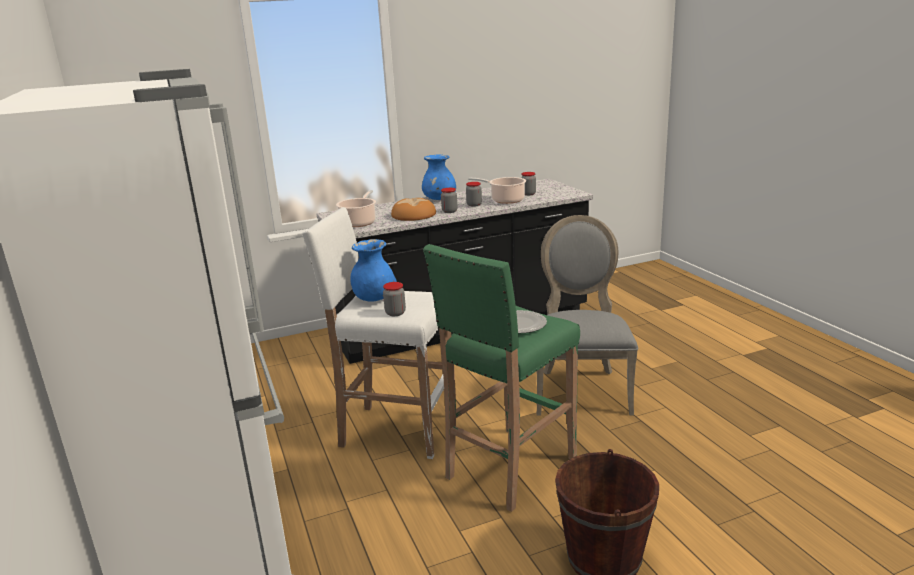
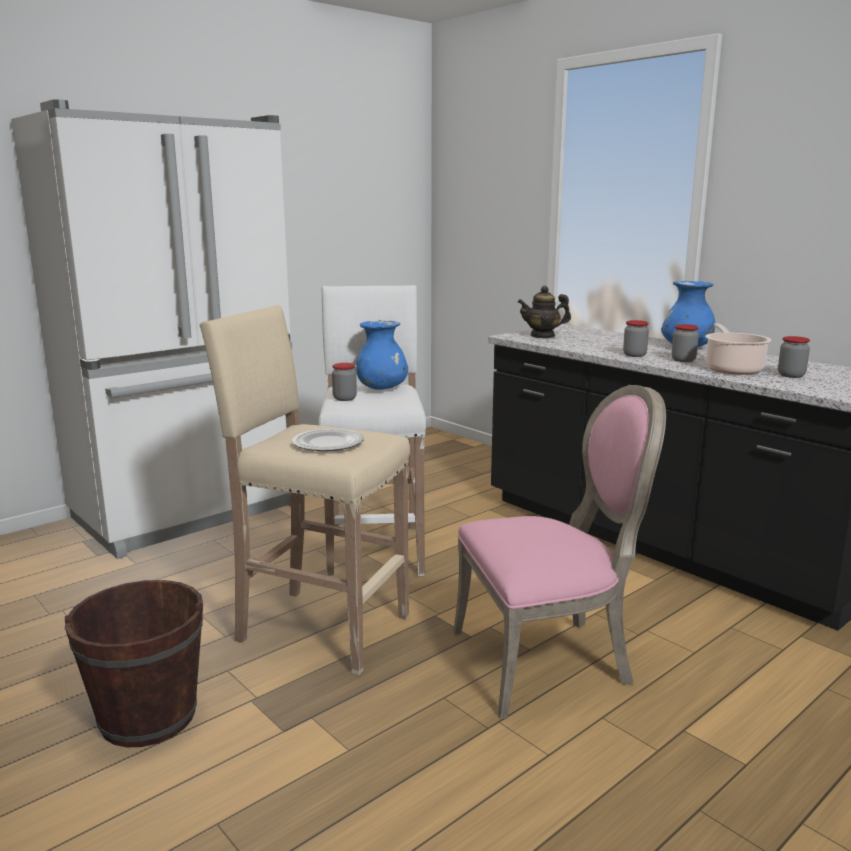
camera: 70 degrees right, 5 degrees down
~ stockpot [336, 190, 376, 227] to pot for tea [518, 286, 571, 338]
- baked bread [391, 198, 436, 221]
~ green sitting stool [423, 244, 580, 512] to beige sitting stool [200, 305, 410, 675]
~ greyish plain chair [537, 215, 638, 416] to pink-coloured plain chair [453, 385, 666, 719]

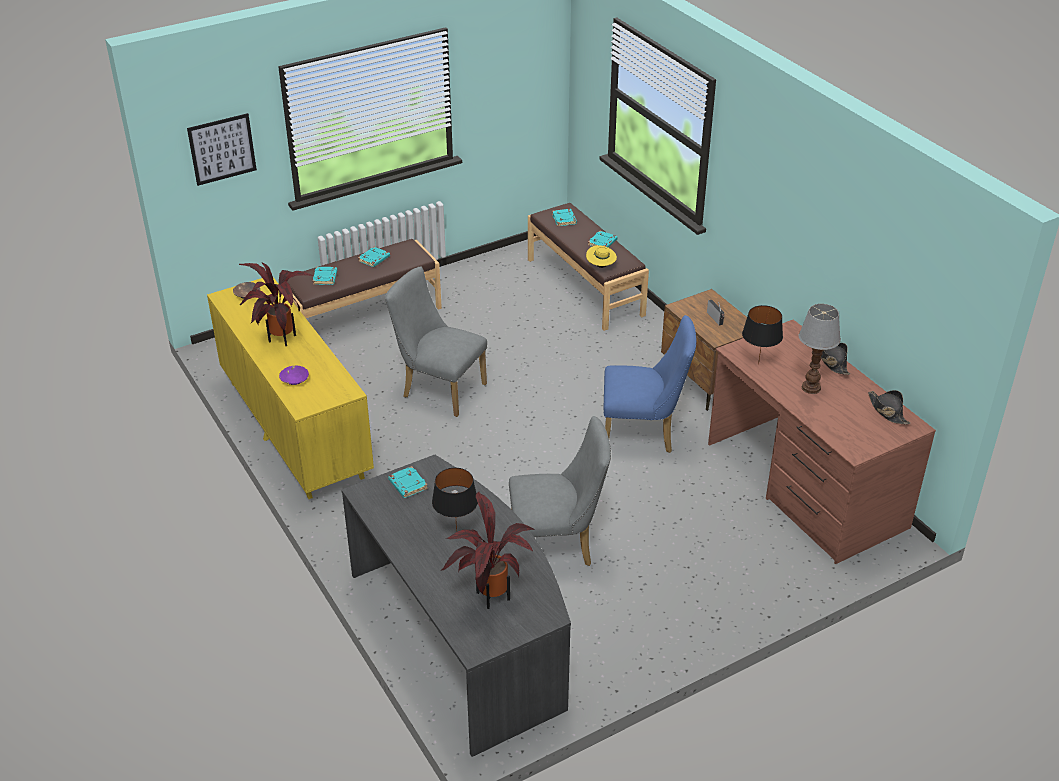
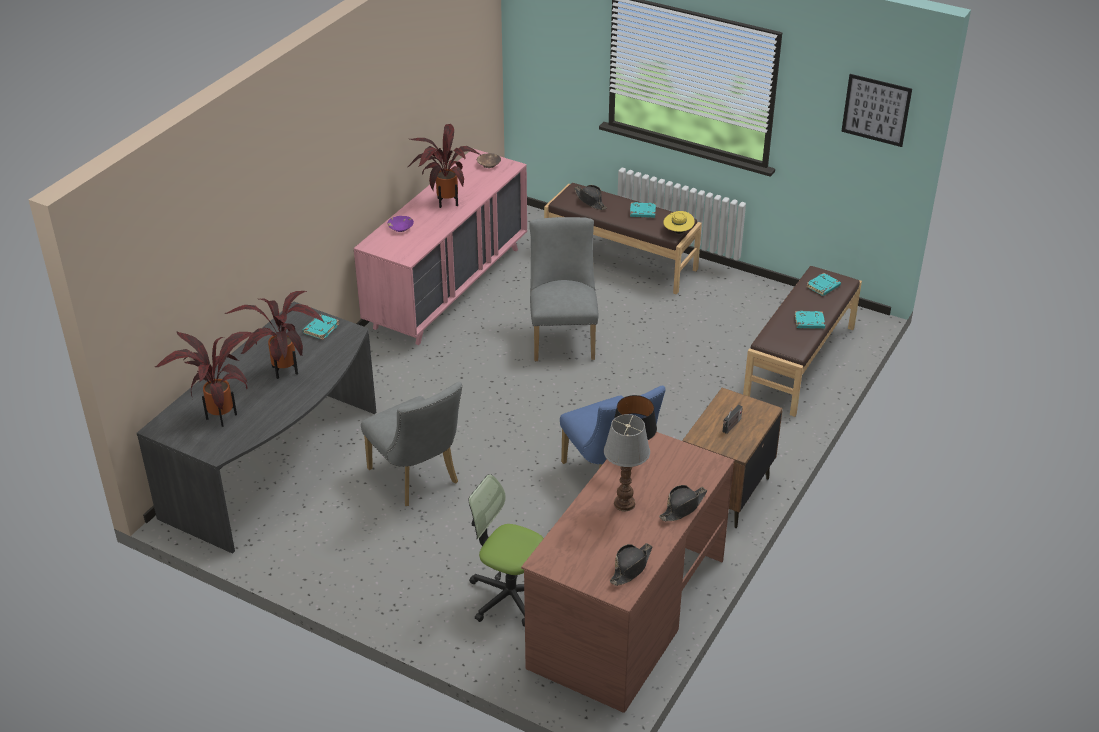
camera: 60 degrees right, 0 degrees up
~ wall picture [187, 113, 257, 186] to [841, 74, 912, 147]
~ yellow drawer chest [207, 277, 374, 499] to pink-coloured drawer chest [354, 149, 527, 345]
~ turquoise volume [313, 267, 337, 285] to black wearable hat [574, 185, 607, 210]
~ black tabletop lamp [432, 468, 478, 532] to potted plant [224, 291, 324, 379]
~ yellow wearable hat [586, 245, 617, 268] to [663, 211, 695, 234]
+ computer chair [468, 474, 544, 627]

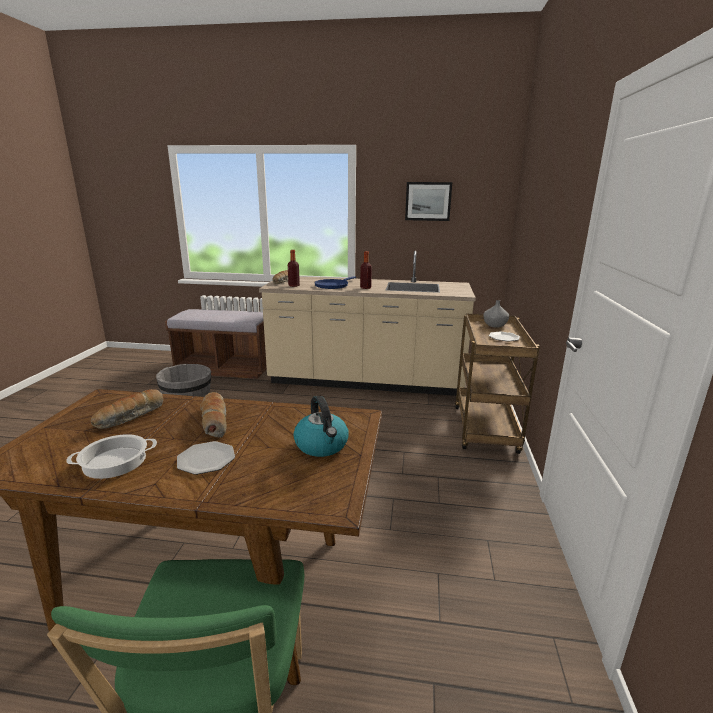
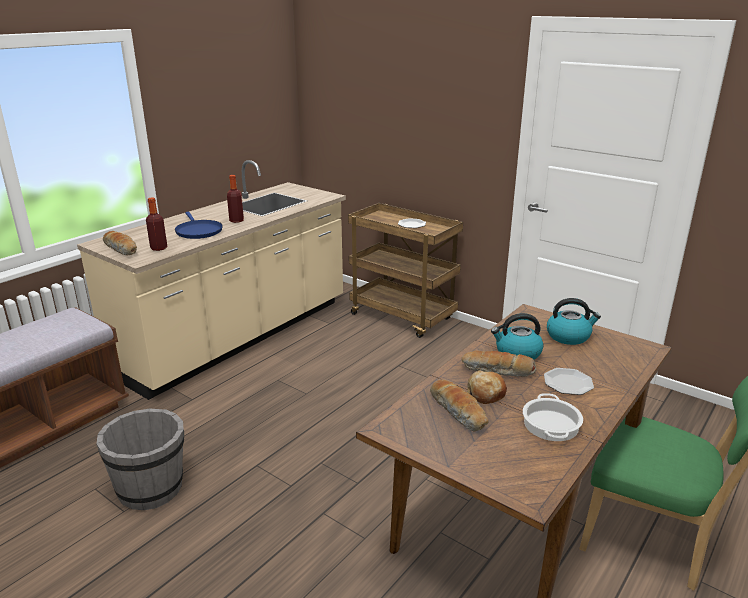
camera: 60 degrees left, 5 degrees up
- wall picture [405, 182, 452, 221]
- greyish flower vase [483, 300, 509, 328]
+ baked bread [467, 370, 507, 404]
+ tea kettle [491, 313, 544, 360]

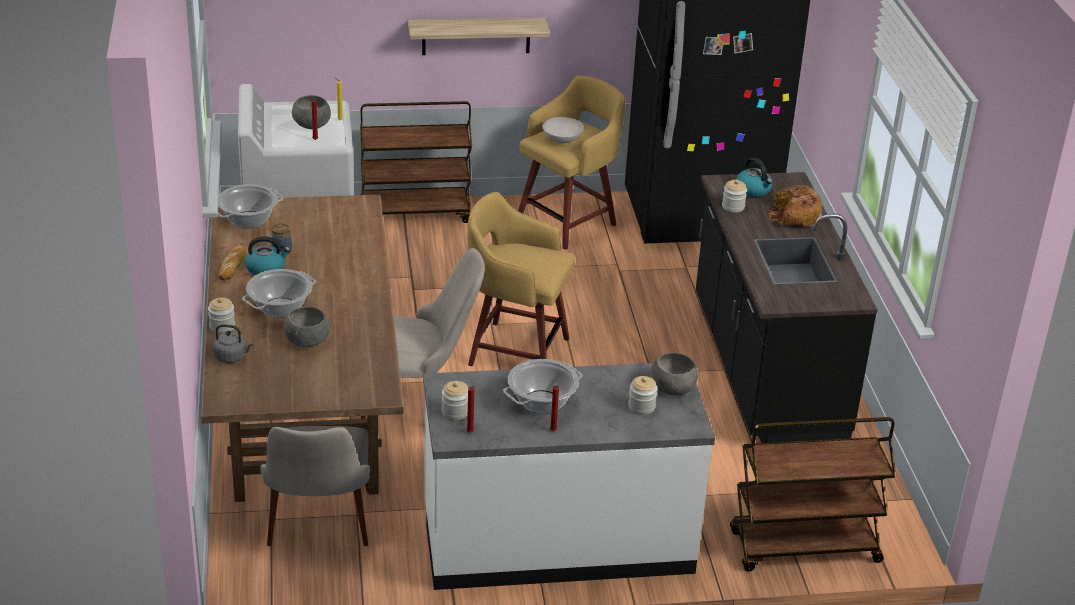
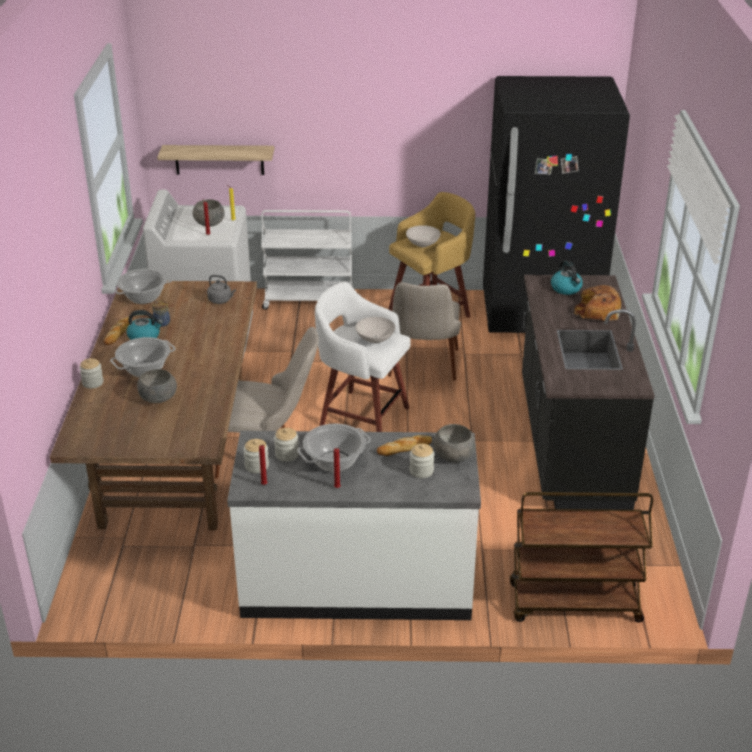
camera: 10 degrees right, 0 degrees up
~ greyish tea kettle [213, 324, 254, 363] to [207, 275, 236, 304]
~ beige plain chair [260, 426, 370, 546] to [388, 282, 461, 381]
~ brown-coloured trolley [360, 101, 472, 223] to white-coloured trolley [261, 210, 353, 310]
~ bracket shelf [408, 18, 550, 55] to [157, 145, 274, 175]
~ yellow sitting stool [467, 192, 575, 366] to white-coloured sitting stool [315, 282, 411, 432]
~ jar [722, 179, 747, 213] to [274, 428, 299, 462]
+ white-coloured deep dish [355, 317, 395, 343]
+ baked bread [377, 435, 432, 456]

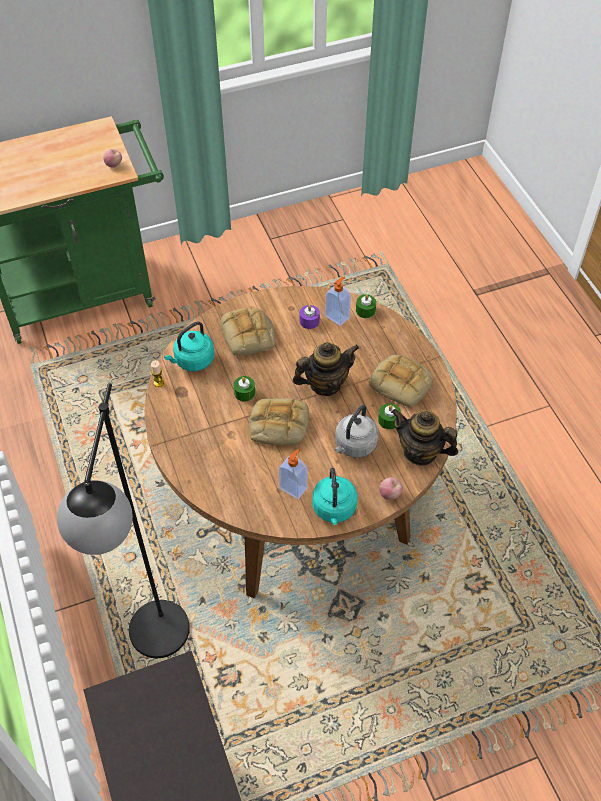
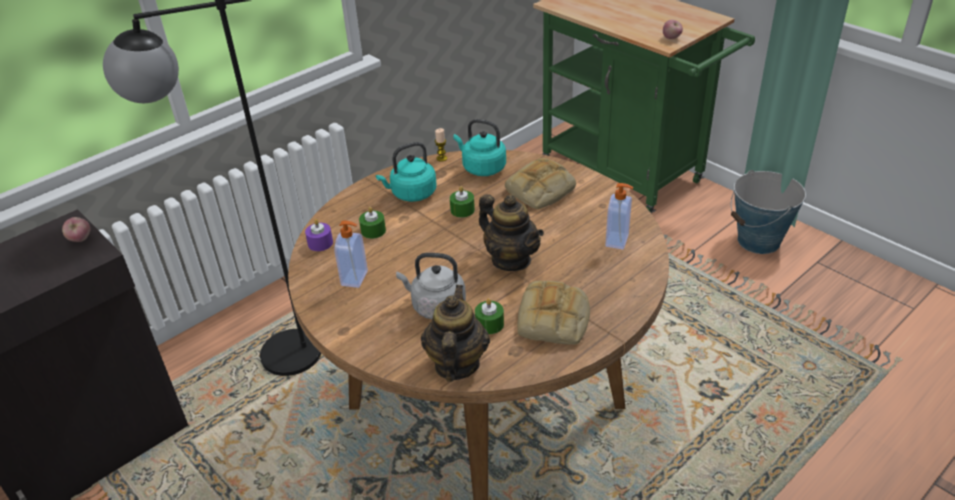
camera: 70 degrees right, 15 degrees down
- baked bread [249, 398, 309, 445]
~ purplish candle [300, 305, 320, 329] to [305, 219, 333, 251]
~ turquoise tea kettle [312, 468, 358, 525] to [376, 142, 436, 202]
~ green candle [356, 294, 376, 318] to [359, 207, 386, 239]
~ whole apple [379, 477, 403, 500] to [62, 217, 91, 242]
+ water bucket [731, 170, 806, 254]

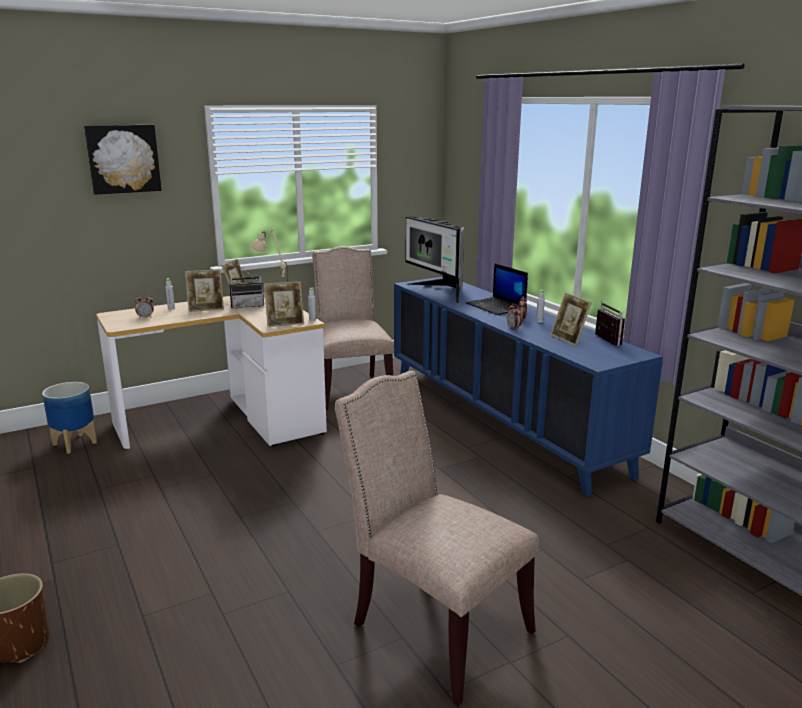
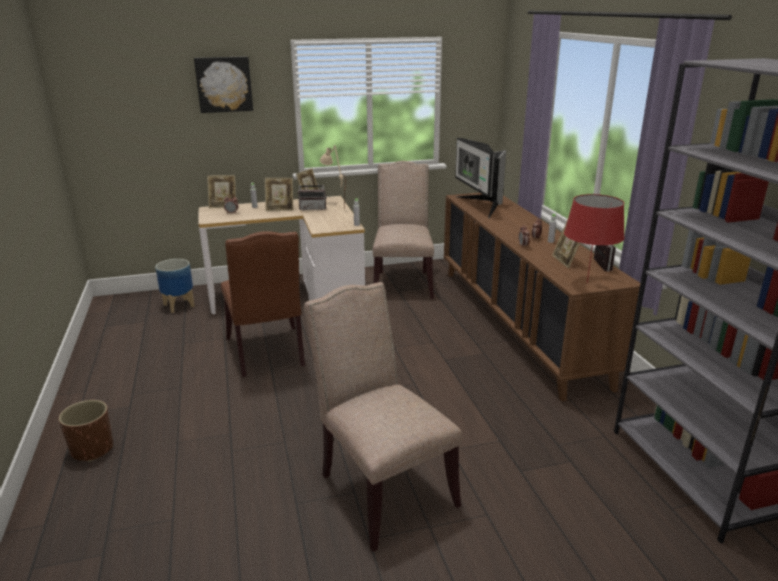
camera: 15 degrees right, 5 degrees up
~ picture frame [264, 281, 304, 327] to [207, 175, 236, 208]
~ blue storage cabinet [394, 277, 663, 497] to brown-coloured storage cabinet [444, 192, 640, 401]
- laptop [466, 263, 528, 315]
+ brown-coloured plain chair [221, 231, 305, 377]
+ reddish tabletop lamp [564, 194, 625, 283]

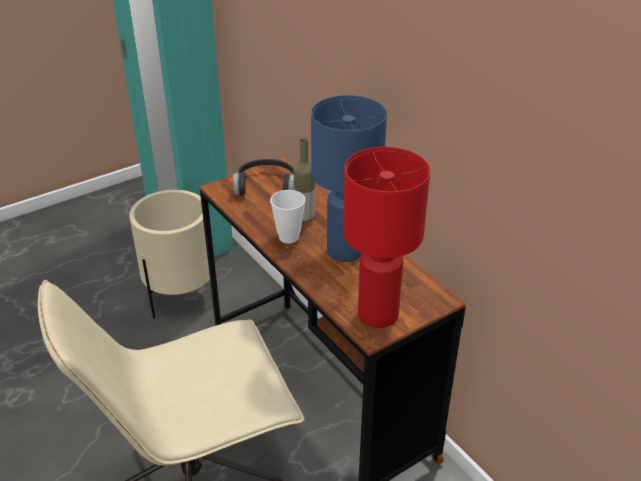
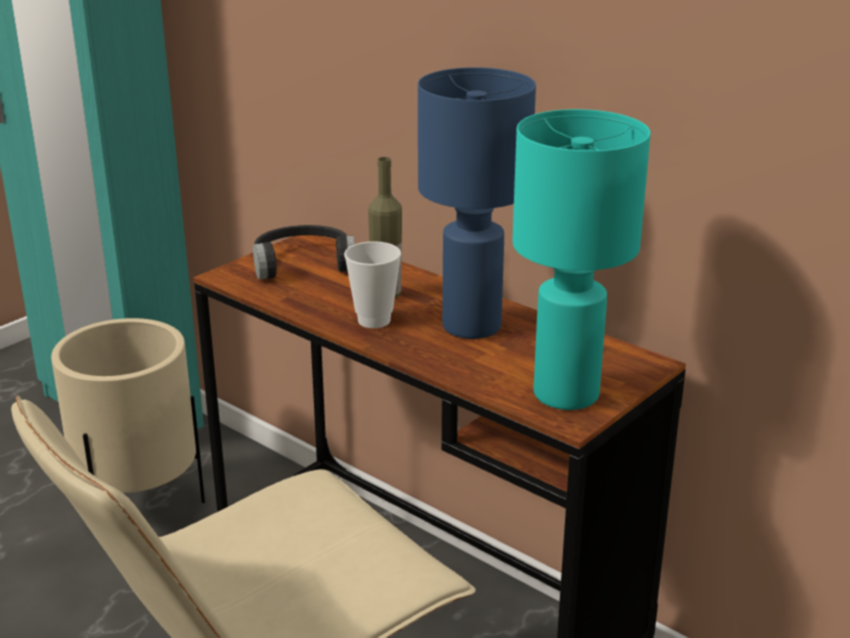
camera: 15 degrees left, 10 degrees down
~ reddish tabletop lamp [343, 147, 430, 328] to turquoise tabletop lamp [512, 109, 651, 410]

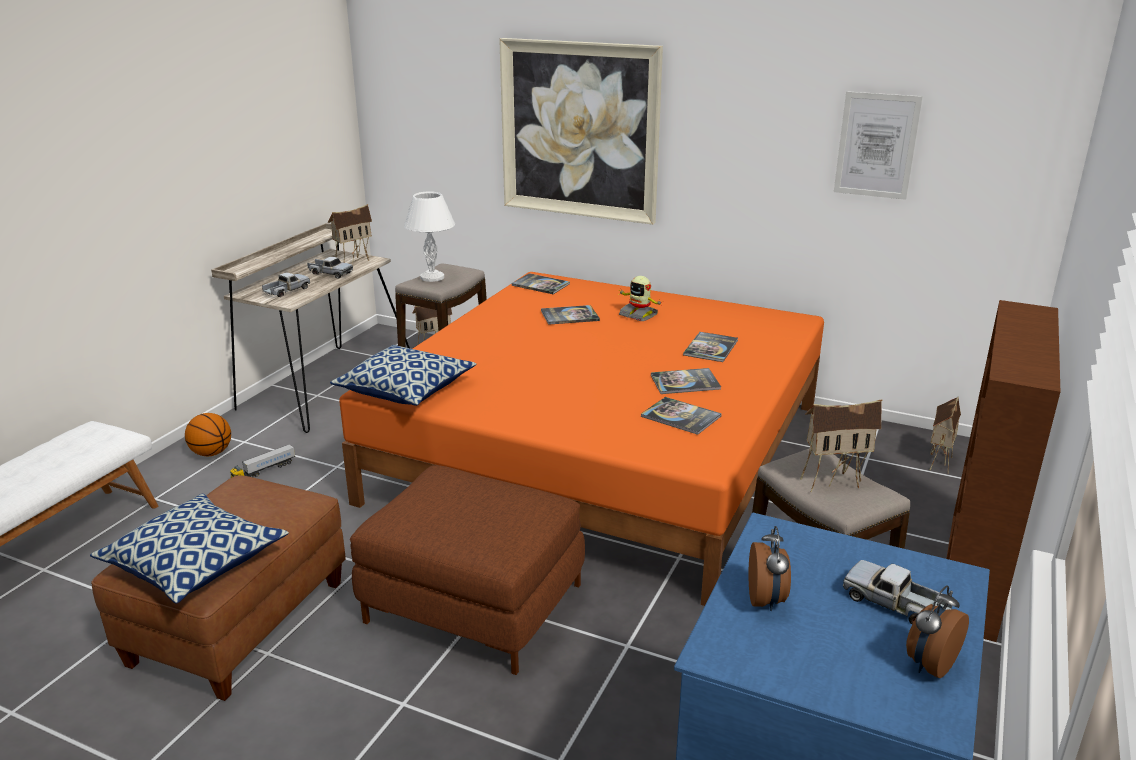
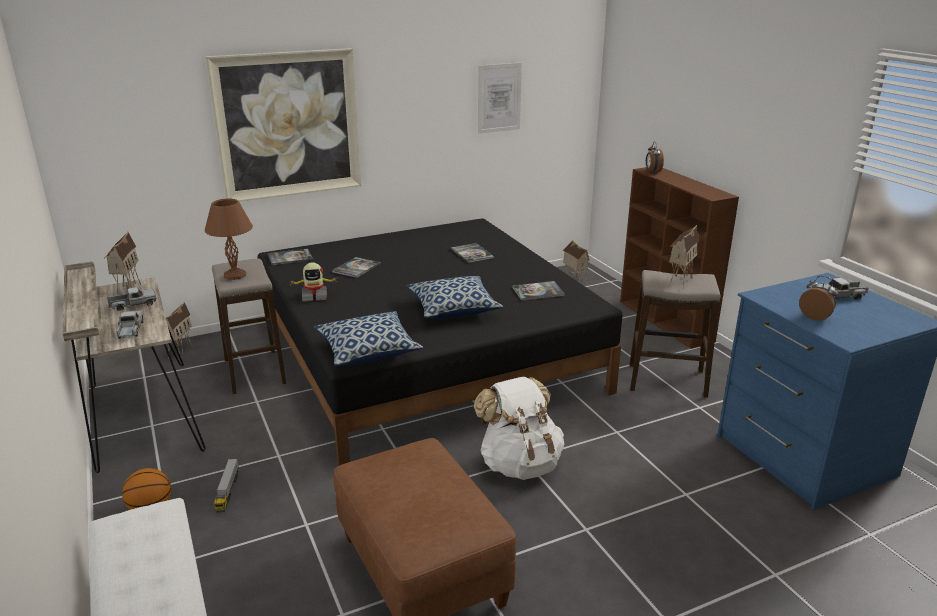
camera: 50 degrees left, 0 degrees up
~ cushion [90, 494, 289, 604] to [407, 276, 503, 319]
~ orangey bed [339, 272, 824, 606] to black bed [257, 218, 623, 466]
~ brown-coloured footrest [350, 465, 585, 675] to white-coloured backpack [474, 377, 564, 480]
~ white-coloured tabletop lamp [404, 191, 455, 282] to brown-coloured tabletop lamp [205, 199, 253, 280]
~ toy robot [618, 276, 662, 321] to [289, 262, 336, 302]
- volume [651, 368, 721, 394]
~ table clock [906, 586, 969, 678] to [646, 142, 664, 172]

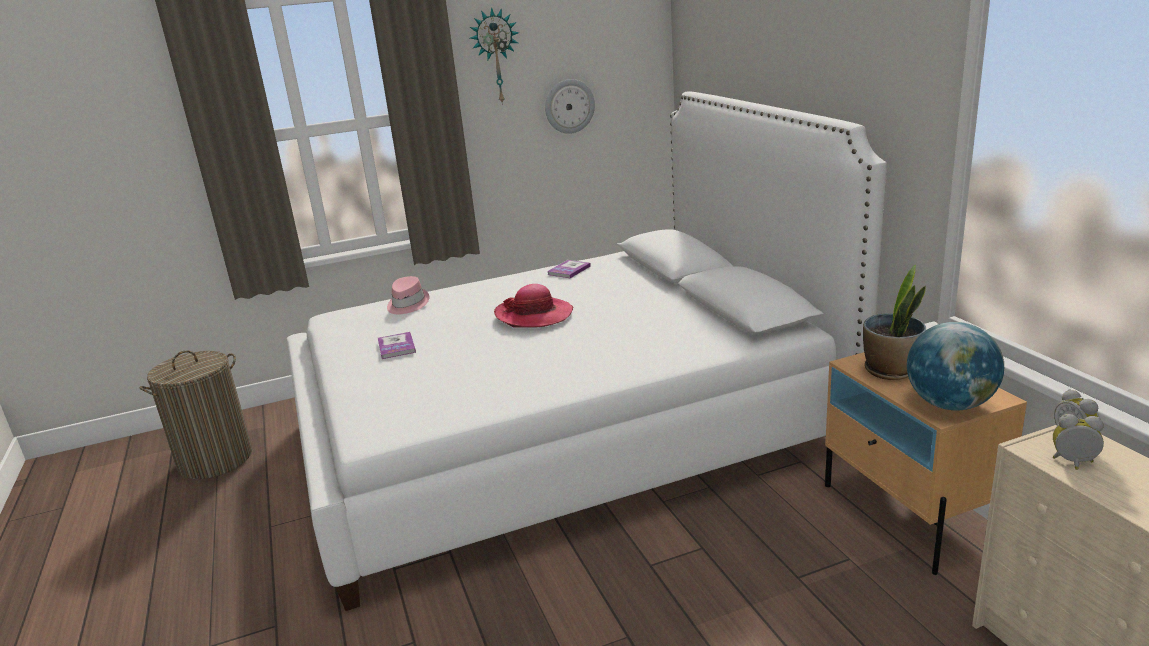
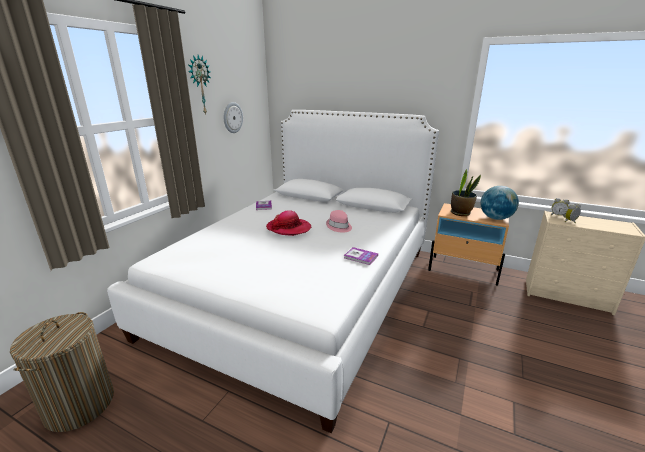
camera: 45 degrees left, 0 degrees up
~ volume [378, 332, 416, 359] to [344, 247, 378, 265]
~ pink-coloured wearable hat [387, 276, 429, 314] to [326, 210, 352, 232]

